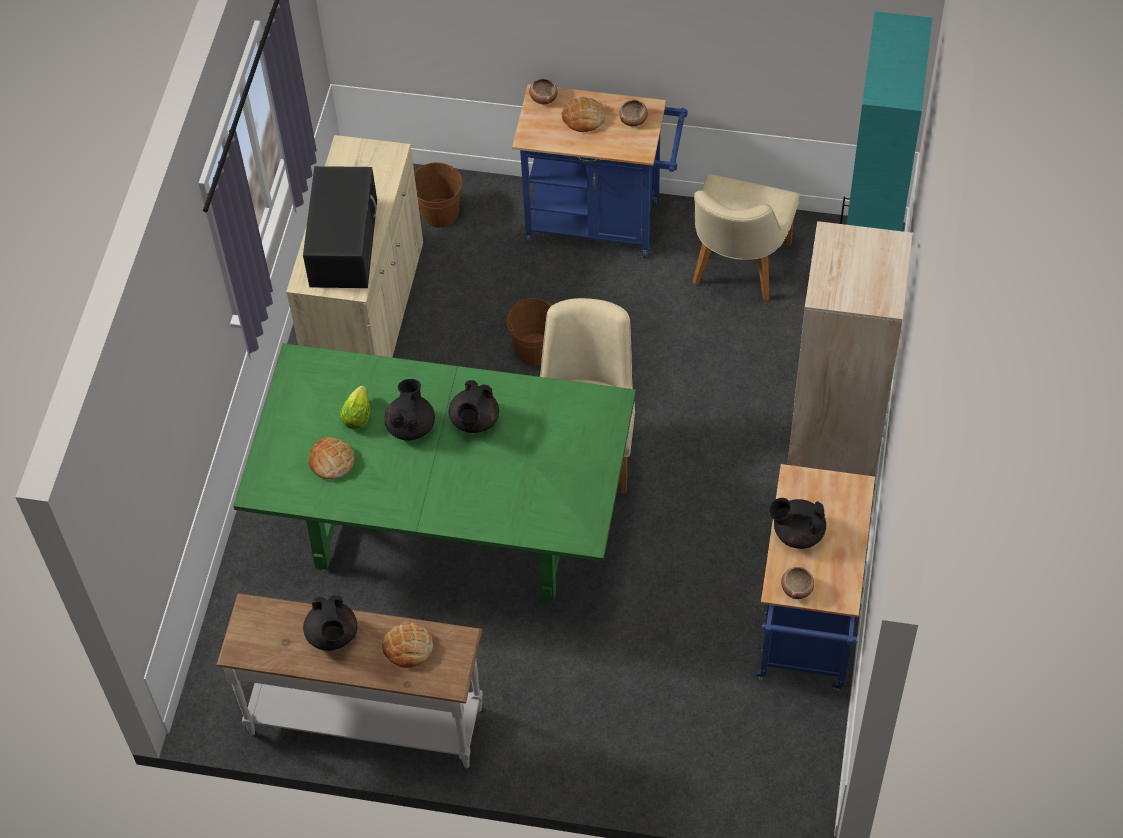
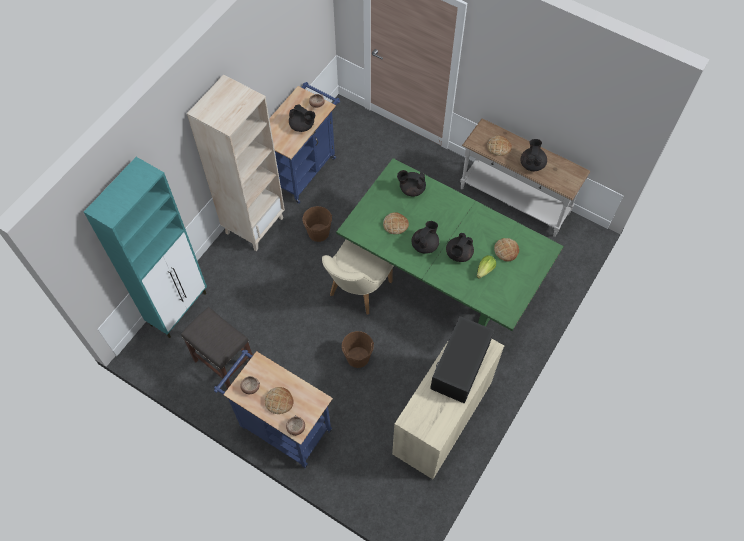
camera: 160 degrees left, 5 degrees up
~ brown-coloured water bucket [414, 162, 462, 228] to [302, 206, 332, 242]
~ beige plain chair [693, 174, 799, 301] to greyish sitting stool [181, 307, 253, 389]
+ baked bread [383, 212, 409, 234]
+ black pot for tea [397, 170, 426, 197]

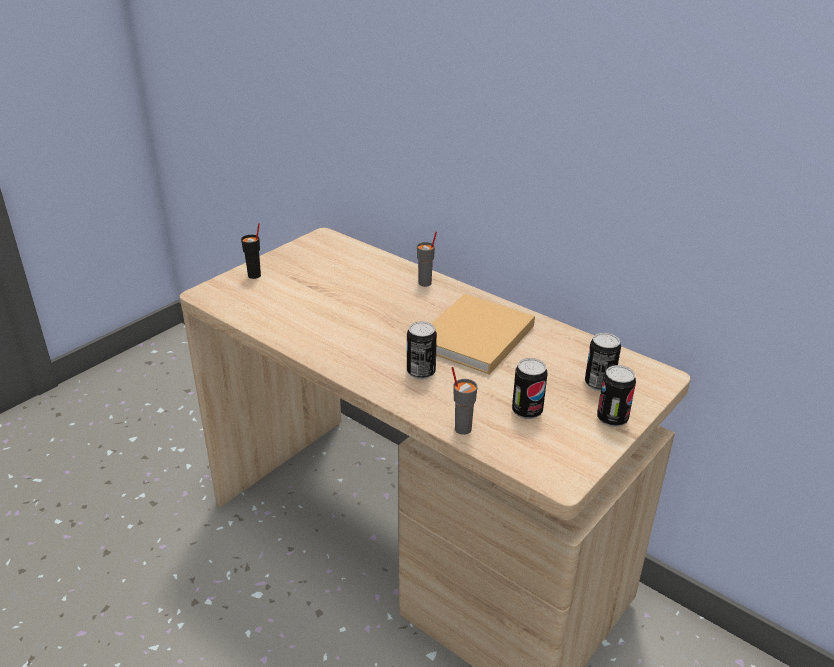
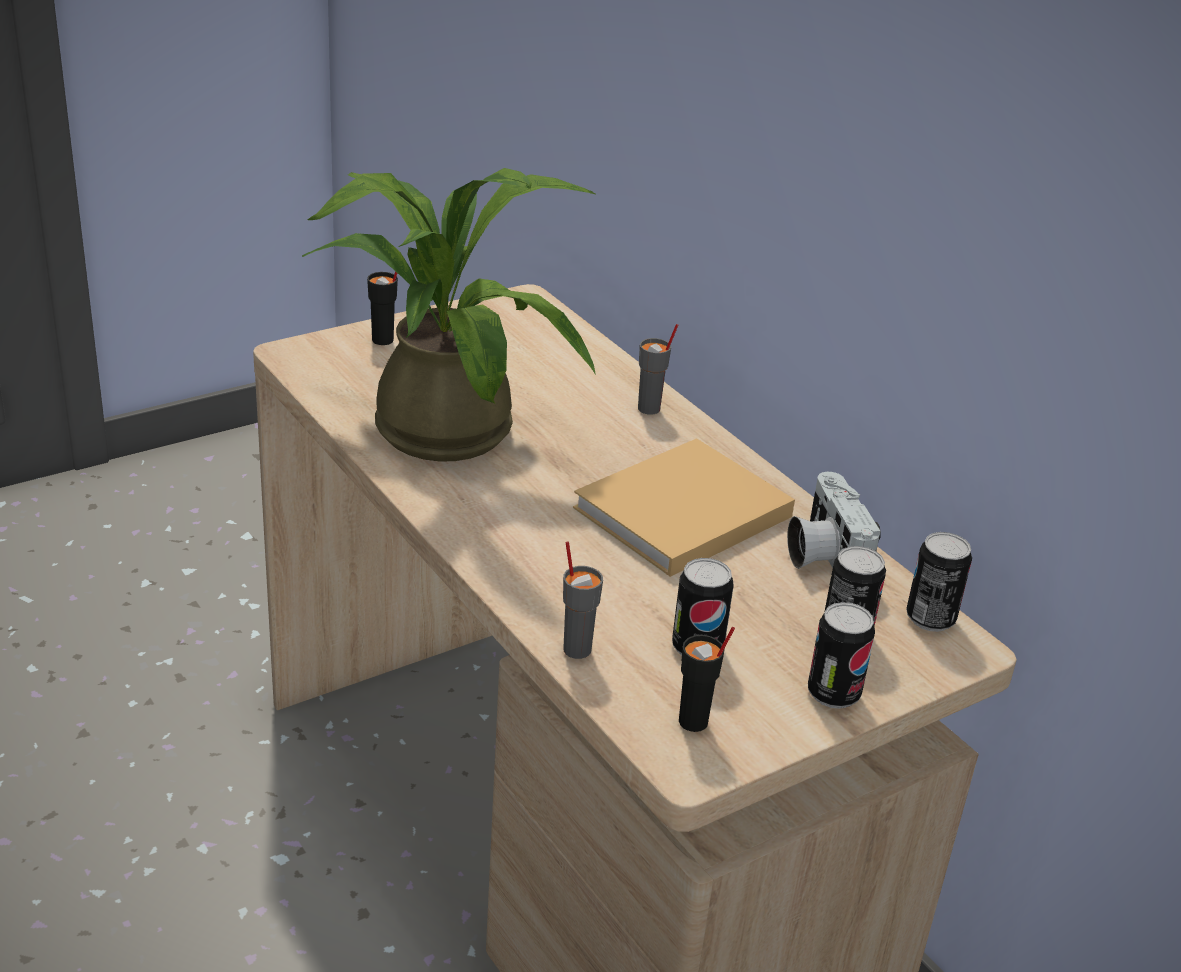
camera: 15 degrees right, 0 degrees up
~ metal can [407, 321, 437, 379] to [906, 532, 972, 632]
+ potted plant [302, 168, 597, 461]
+ black cup [679, 627, 735, 732]
+ still camera [787, 472, 881, 569]

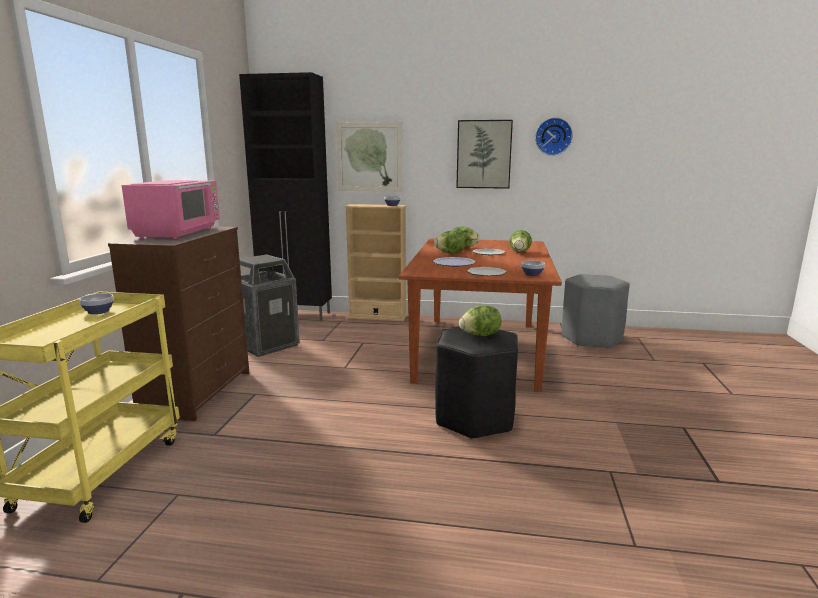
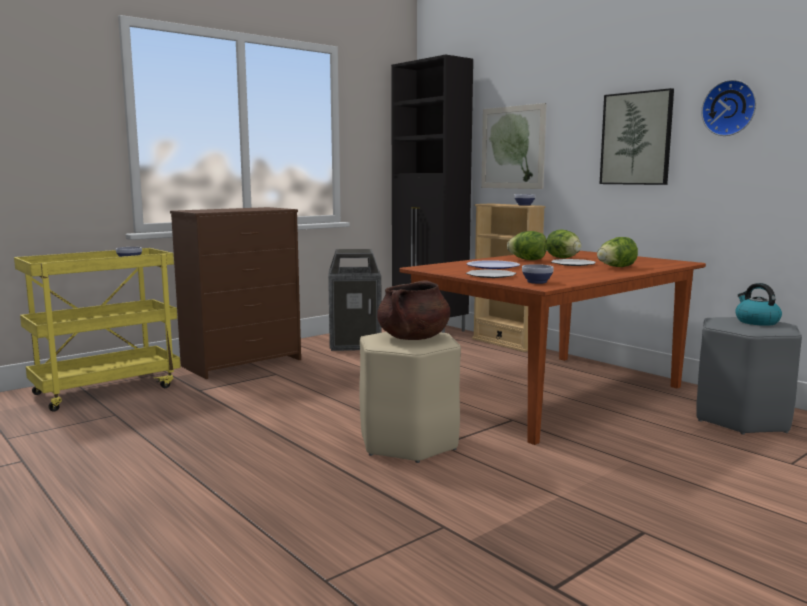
camera: 40 degrees right, 5 degrees down
- pink-coloured microwave oven [122, 180, 220, 239]
~ black sitting stool [435, 327, 518, 440] to beige sitting stool [359, 332, 461, 463]
~ lettuce [459, 305, 501, 336] to brown-coloured stockpot [377, 281, 450, 340]
+ tea kettle [735, 283, 782, 326]

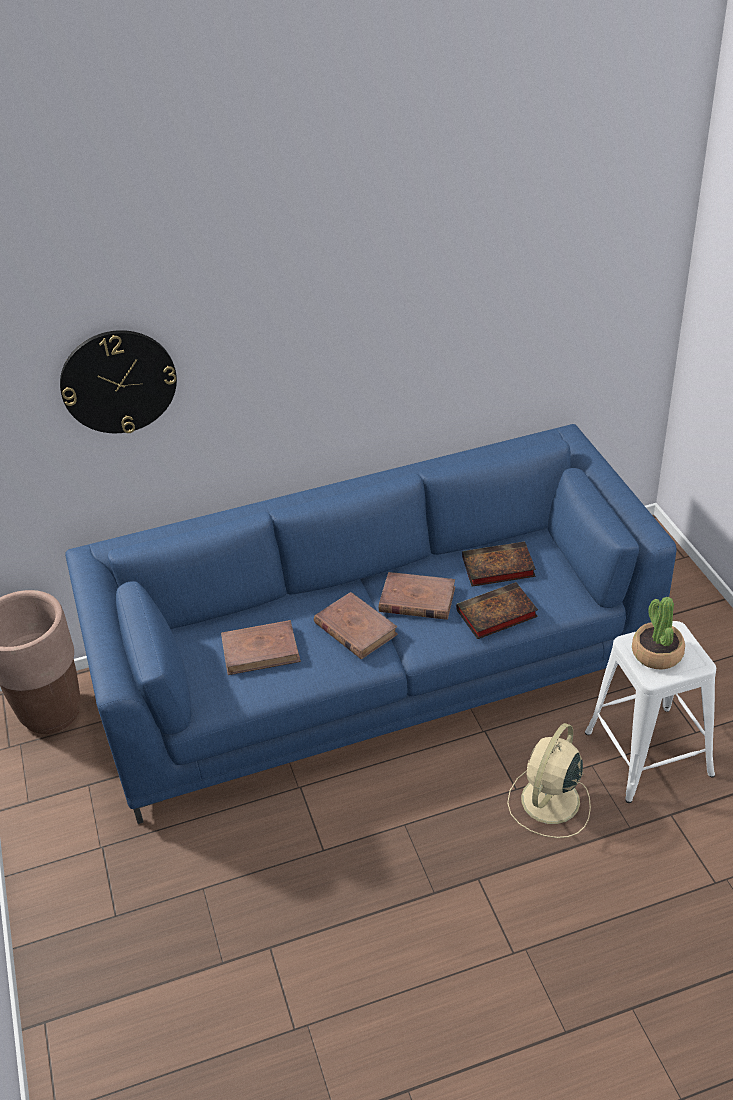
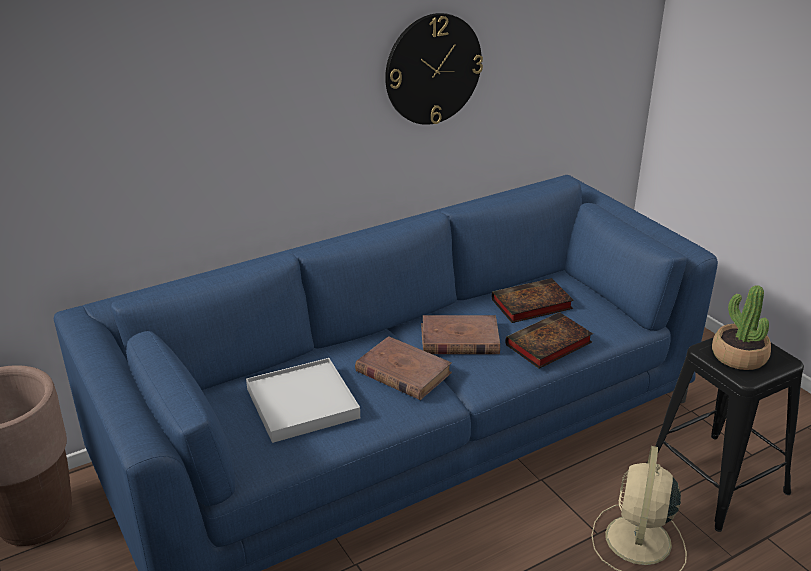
camera: 15 degrees left, 10 degrees down
~ hanging clock [60, 330, 177, 433] to [385, 13, 483, 125]
~ brown-coloured volume [221, 620, 301, 675] to white-coloured serving tray [246, 358, 360, 443]
~ white-coloured sitting stool [585, 621, 716, 803] to black sitting stool [647, 337, 804, 532]

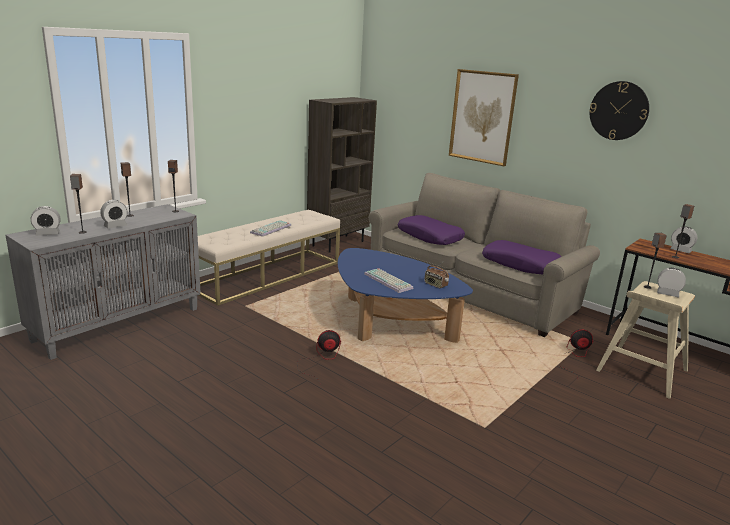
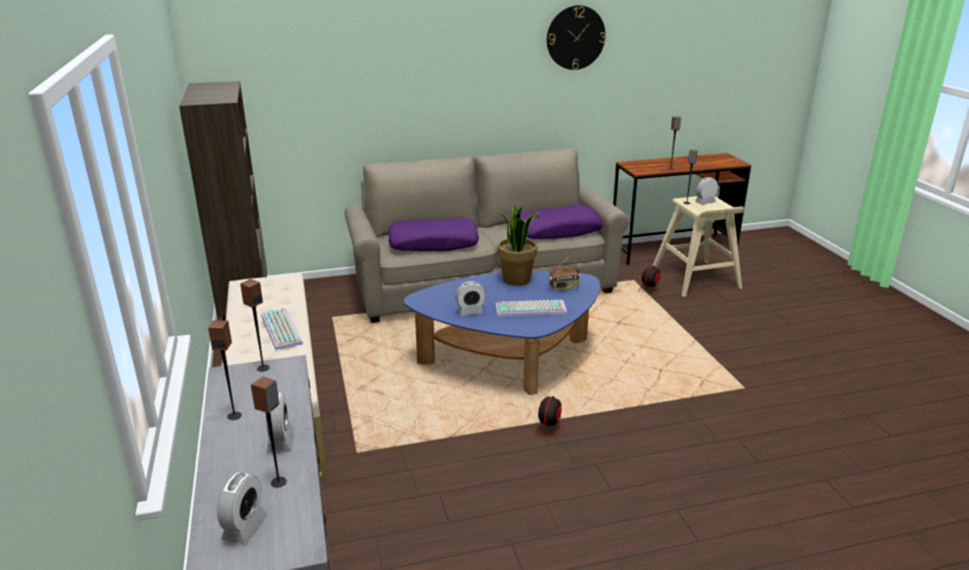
camera: 55 degrees left, 5 degrees up
- wall picture [449, 69, 519, 166]
~ table clock [670, 226, 698, 253] to [455, 281, 486, 316]
+ potted plant [498, 204, 539, 286]

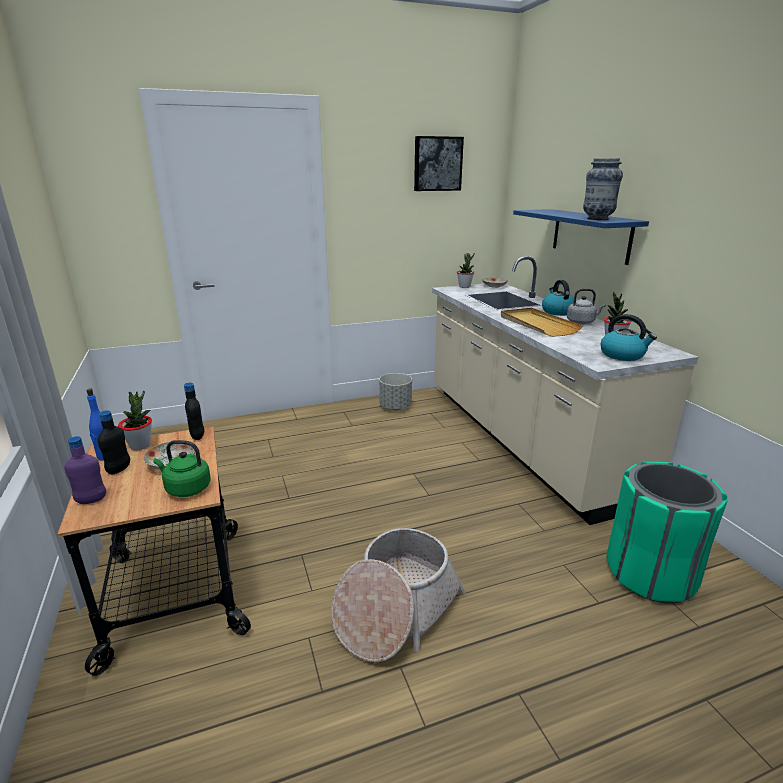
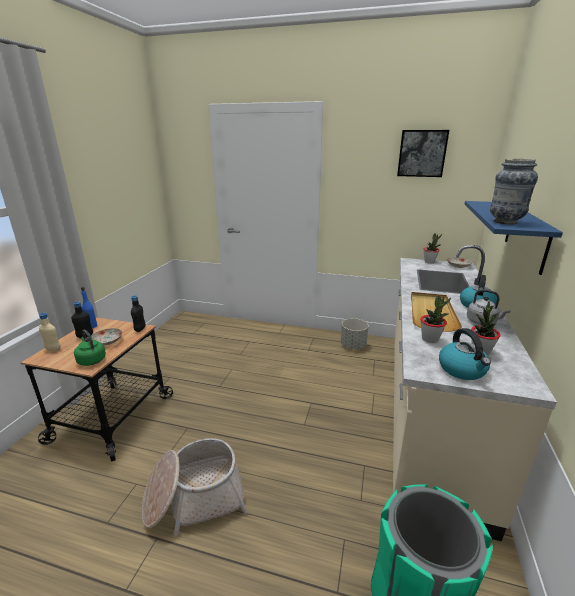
camera: 35 degrees right, 0 degrees up
~ purplish drink bottle [64, 436, 106, 504] to beige drink bottle [39, 313, 61, 351]
~ potted plant [118, 391, 152, 450] to [420, 296, 451, 343]

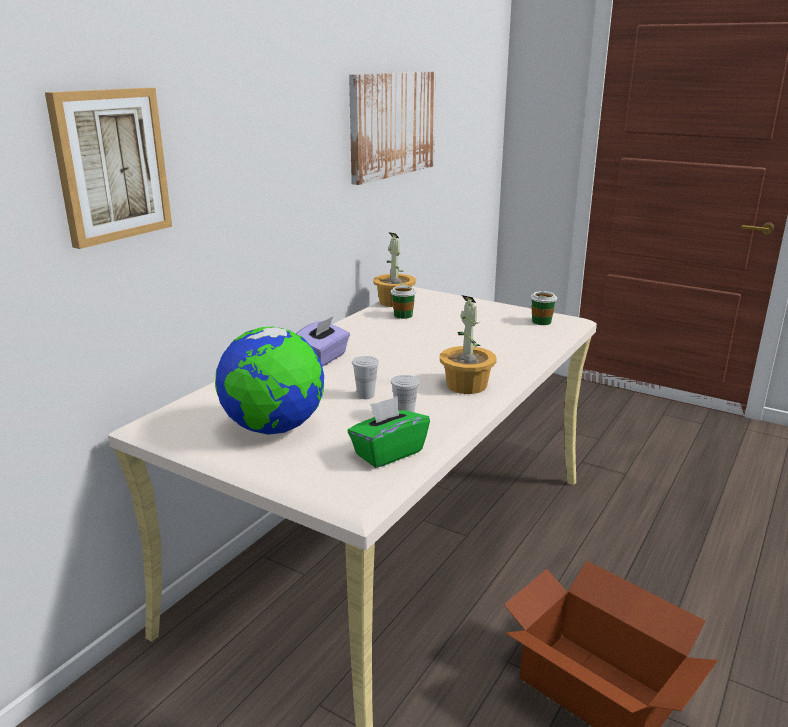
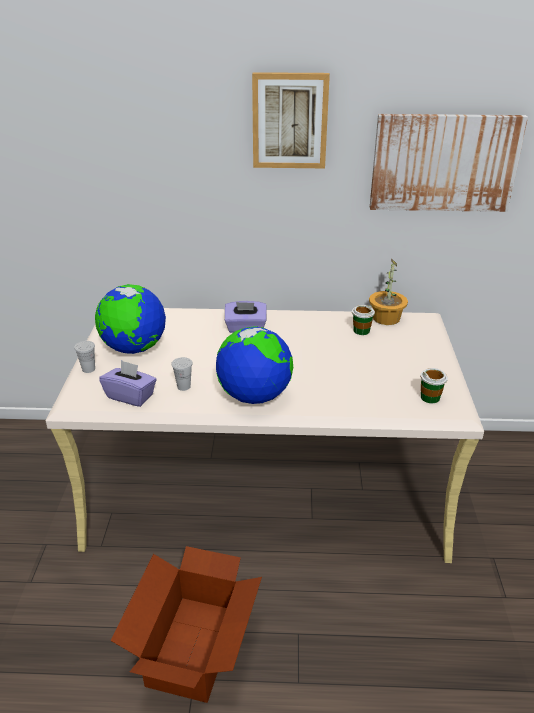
camera: 60 degrees right, 10 degrees up
~ wall picture [45, 88, 172, 249] to [252, 72, 330, 168]
~ green tissue box [348, 396, 430, 468] to purplish tissue box [99, 360, 157, 407]
~ white-coloured cup [352, 356, 379, 399] to [74, 341, 95, 373]
~ potted plant [440, 295, 497, 394] to desk globe [216, 326, 293, 404]

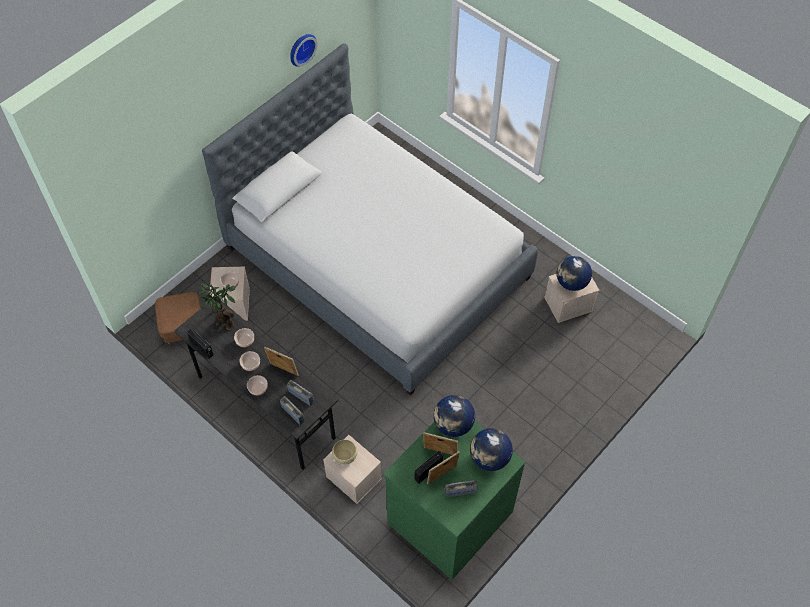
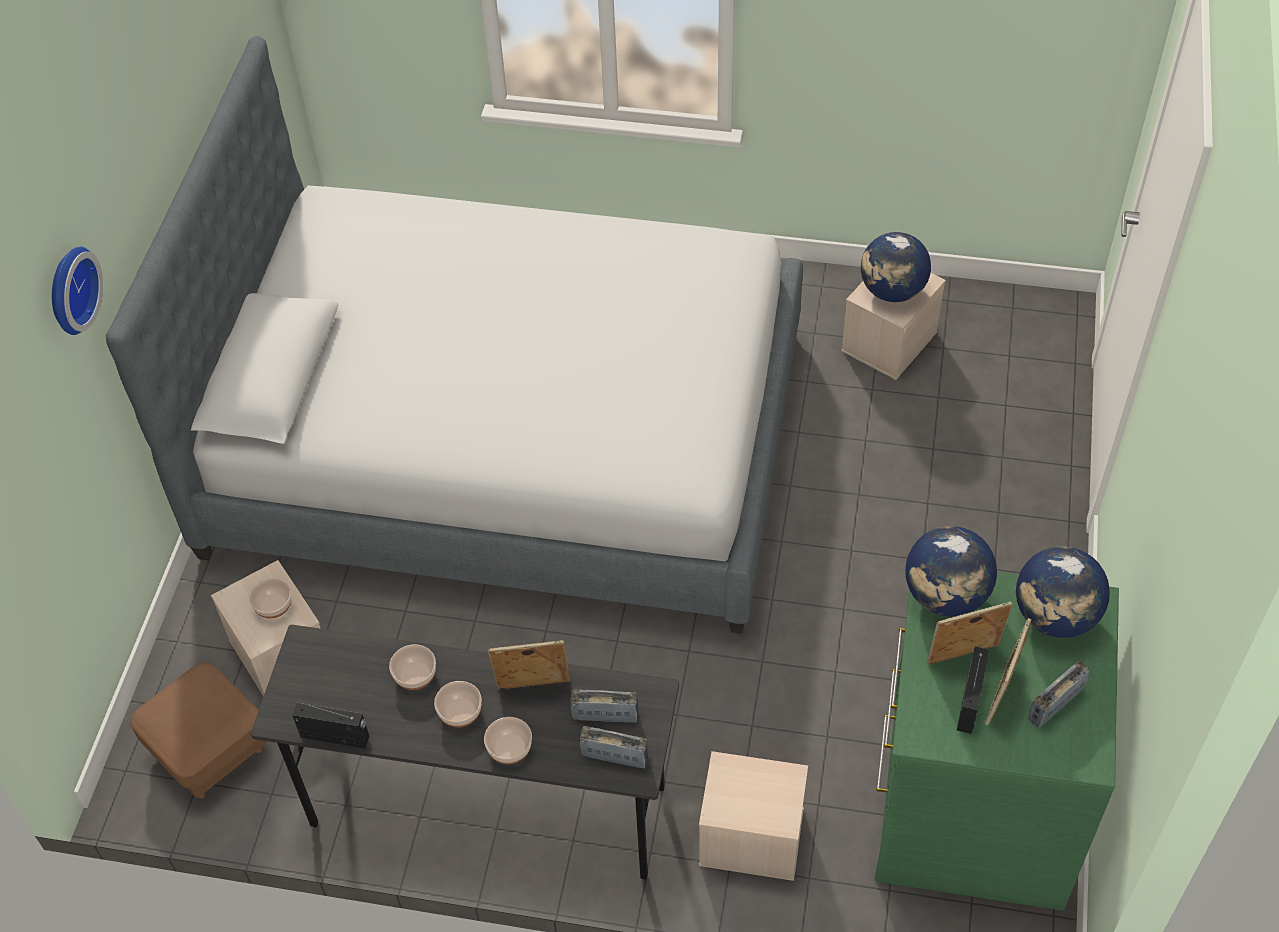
camera: 30 degrees left, 5 degrees down
- potted plant [197, 283, 236, 330]
~ hanging clock [290, 34, 317, 66] to [52, 246, 103, 335]
- beige deep dish [332, 439, 357, 465]

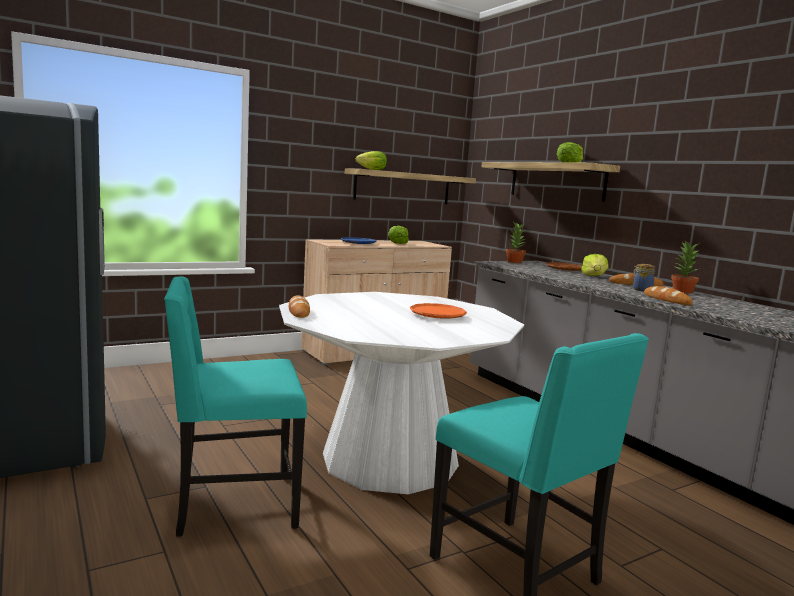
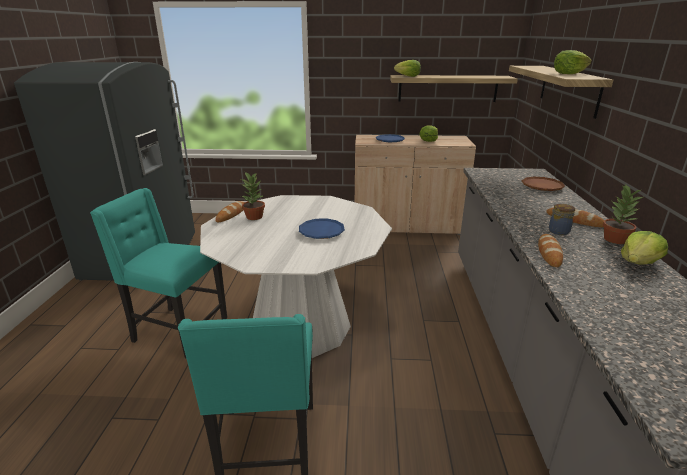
camera: 35 degrees right, 15 degrees up
~ orangey plate [410, 303, 467, 319] to blue plate [299, 218, 345, 239]
~ potted plant [506, 222, 526, 263] to [241, 172, 265, 220]
~ lettuce [581, 254, 609, 276] to [621, 231, 668, 265]

